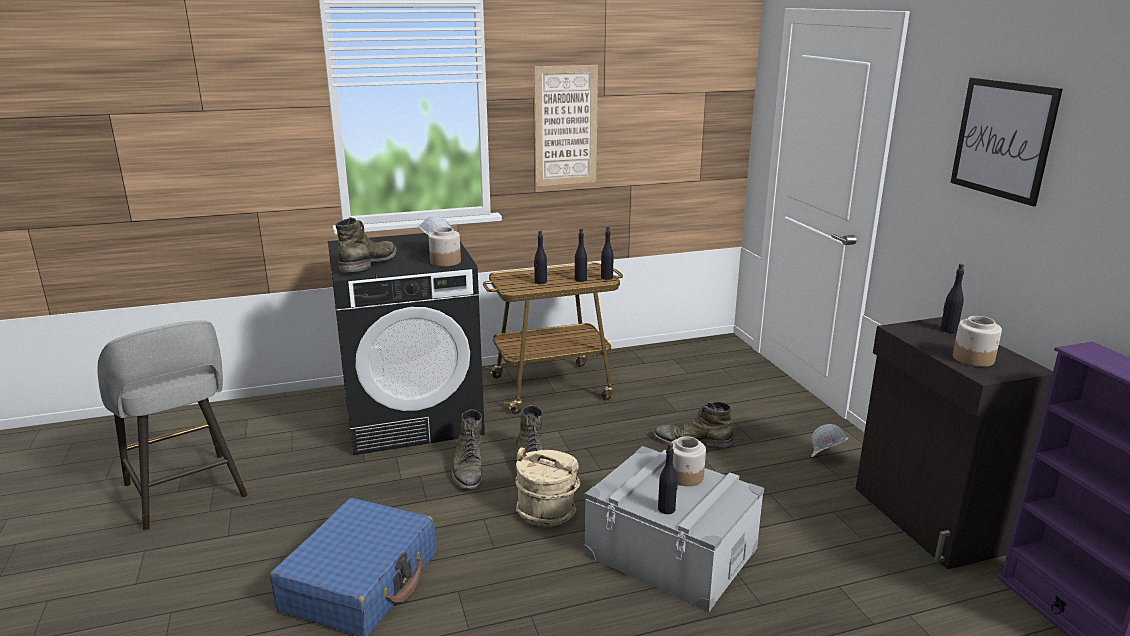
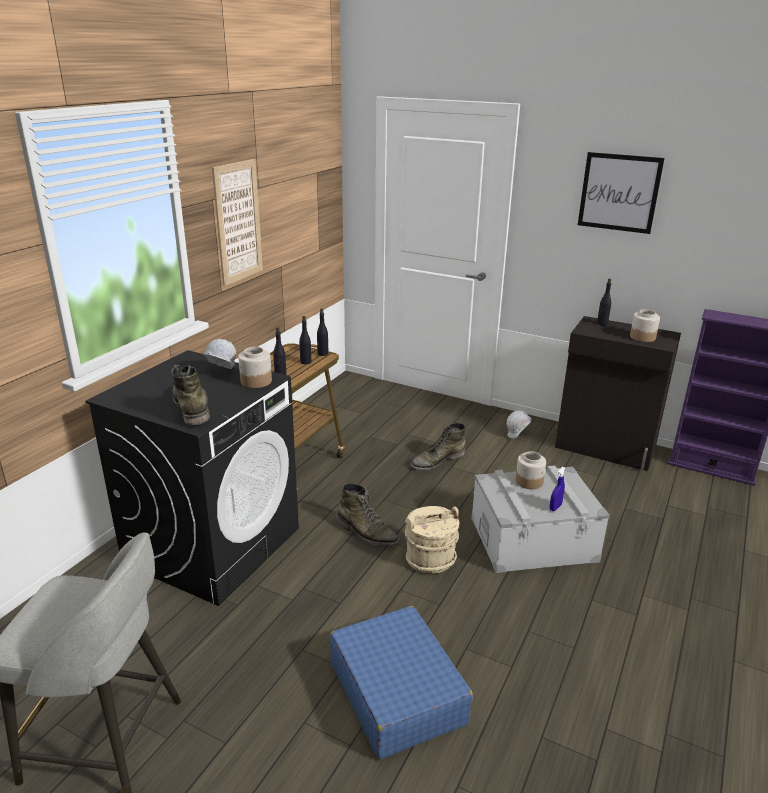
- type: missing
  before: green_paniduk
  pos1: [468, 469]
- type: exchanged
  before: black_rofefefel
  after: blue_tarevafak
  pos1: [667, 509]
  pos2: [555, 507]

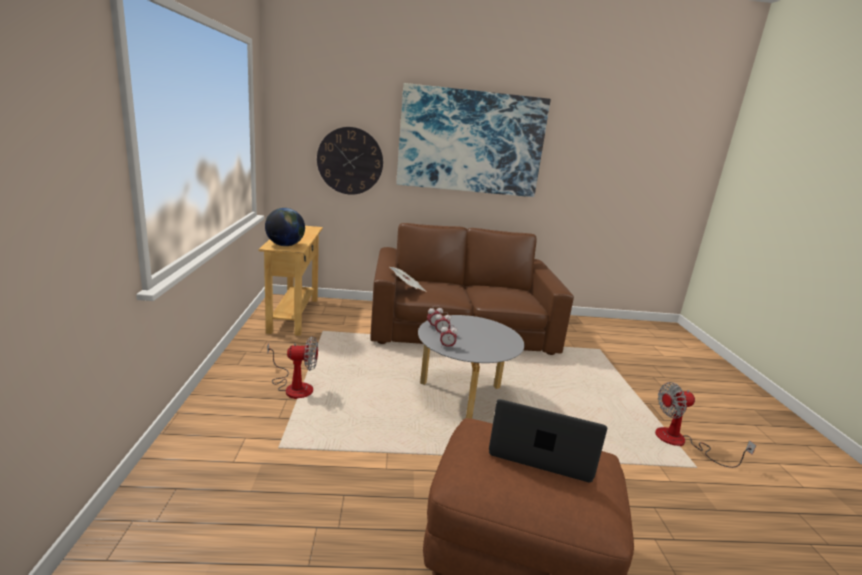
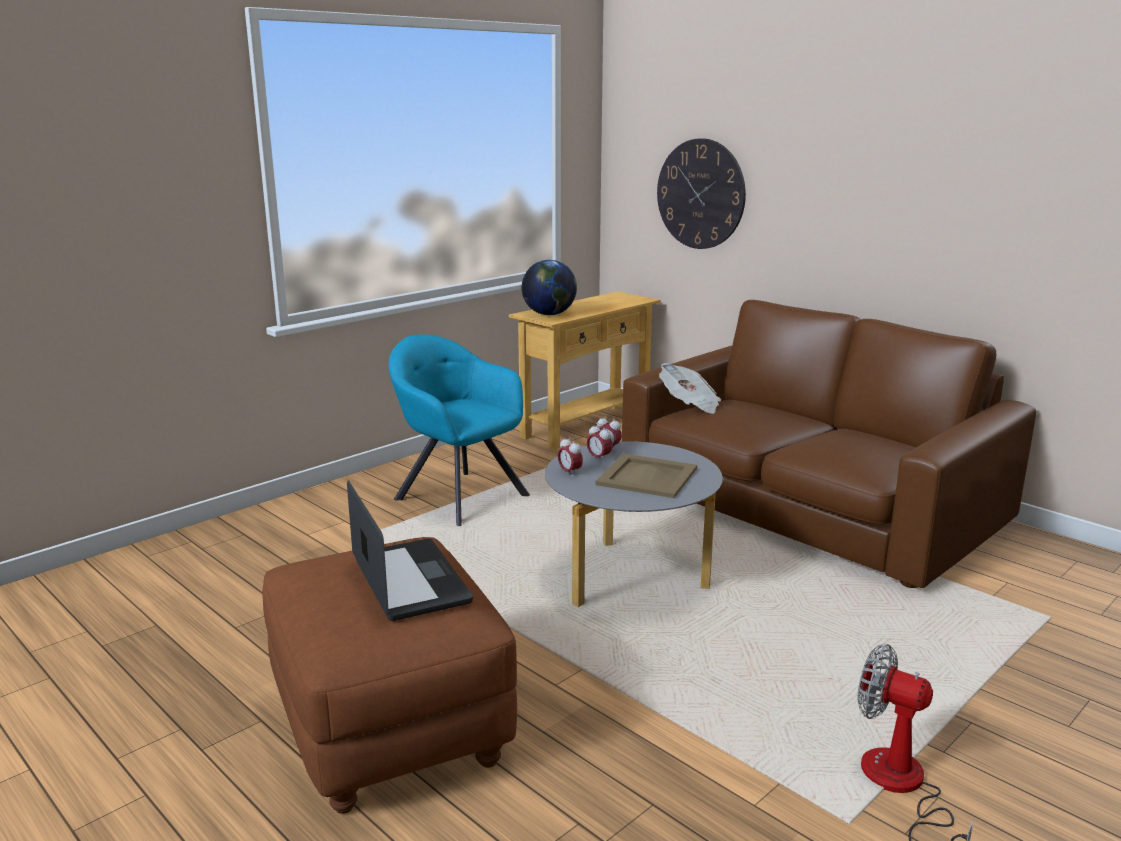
- type: missing
  before: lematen
  pos1: [471, 142]
- type: exchanged
  before: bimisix
  after: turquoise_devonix
  pos1: [294, 387]
  pos2: [458, 496]
- type: appeared
  after: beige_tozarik
  pos2: [648, 476]

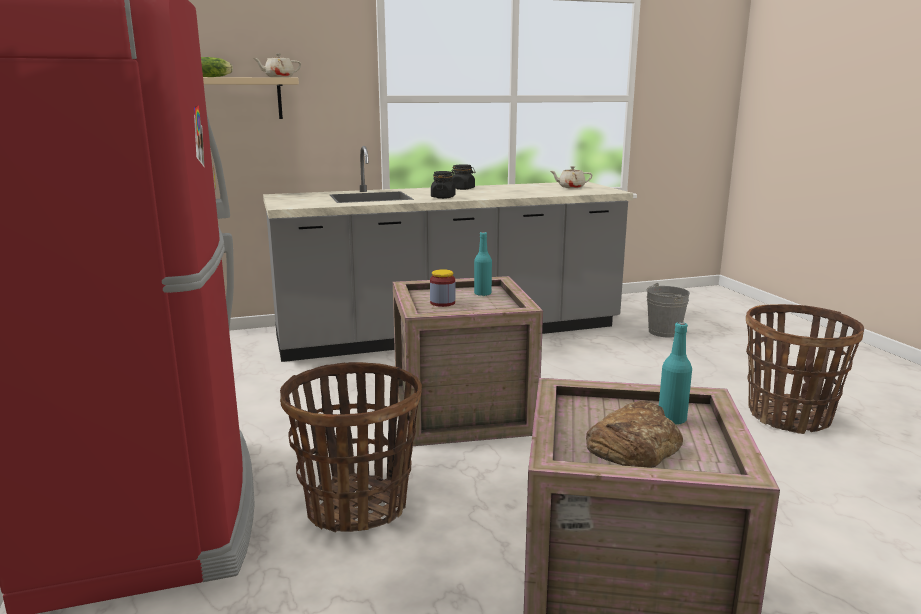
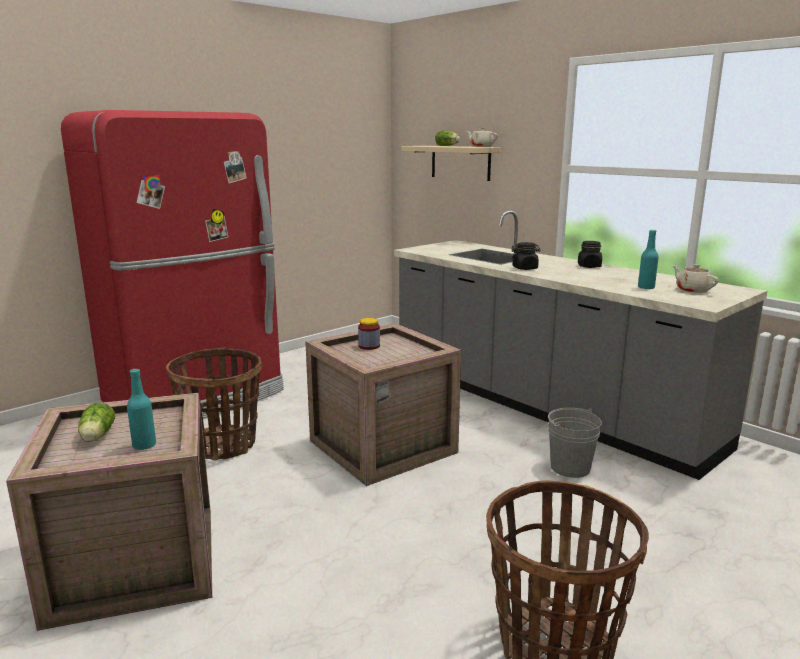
- type: relocated
  before: turquoise_rofefefel
  pos1: [482, 294]
  pos2: [646, 288]
- type: relocated
  before: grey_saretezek
  pos1: [664, 332]
  pos2: [570, 467]
- type: exchanged
  before: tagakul
  after: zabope
  pos1: [633, 445]
  pos2: [96, 437]

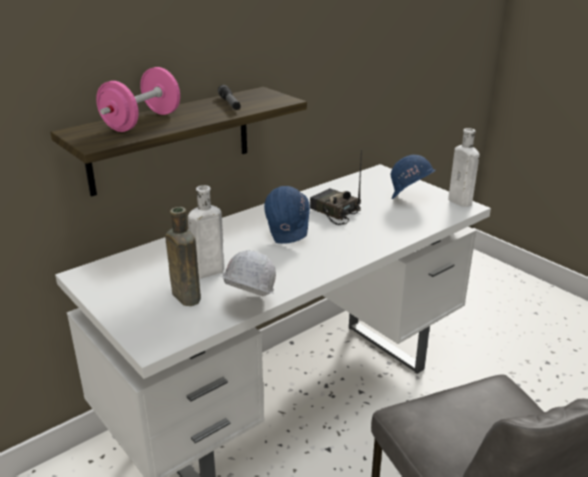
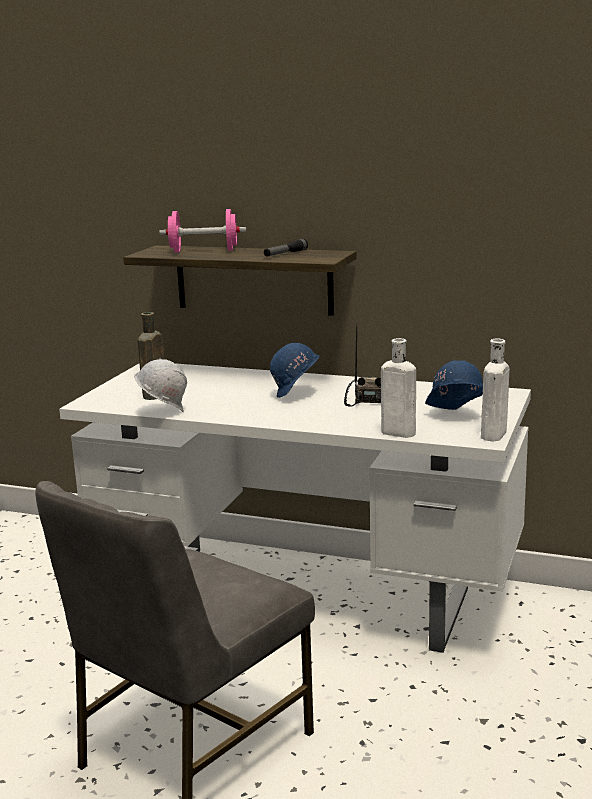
- type: relocated
  before: white_rofefefel
  pos1: [206, 272]
  pos2: [396, 432]

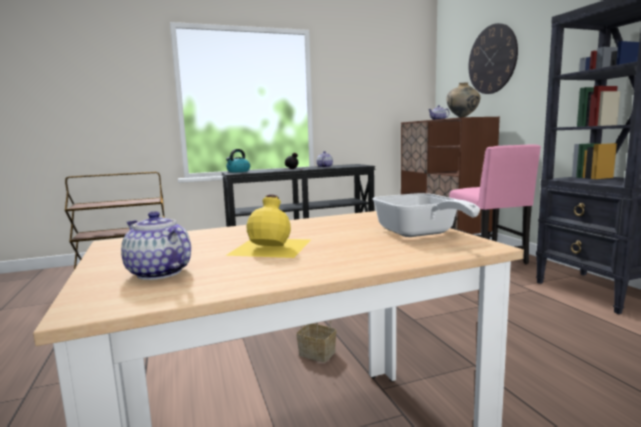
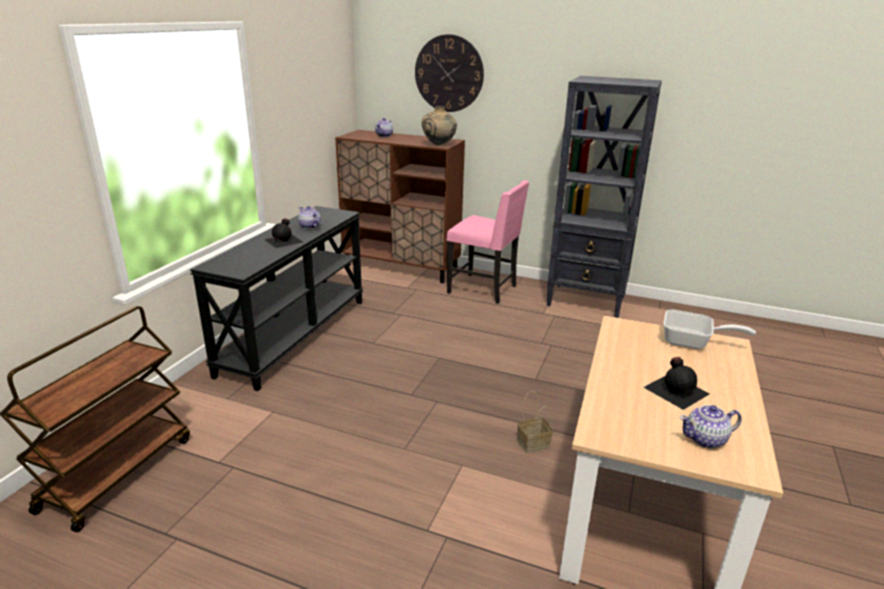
- type: missing
  before: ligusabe
  pos1: [238, 171]
- type: colour
  before: yellow_rofefefel
  after: black_rofefefel
  pos1: [272, 246]
  pos2: [676, 389]

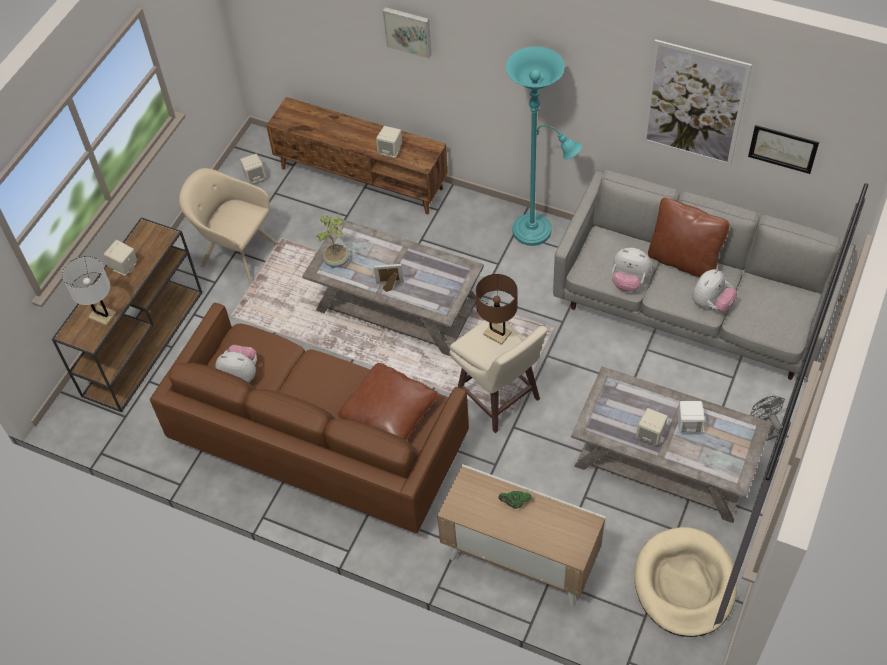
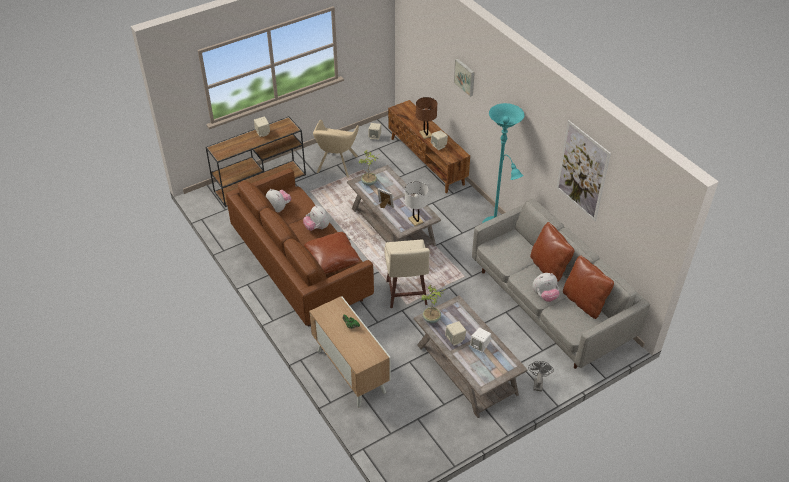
- type: missing
  before: lematen
  pos1: [783, 148]
- type: spun
  before: beige_devonix
  pos1: [236, 253]
  pos2: [336, 165]
  turn: -135
- type: relocated
  before: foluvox
  pos1: [629, 281]
  pos2: [317, 227]
- type: relocated
  before: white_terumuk
  pos1: [102, 316]
  pos2: [415, 220]
- type: relocated
  before: brown_terumuk
  pos1: [497, 333]
  pos2: [425, 134]
- type: missing
  before: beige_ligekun
  pos1: [684, 584]
- type: appeared
  after: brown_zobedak
  pos2: [584, 302]
- type: appeared
  after: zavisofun
  pos2: [432, 319]

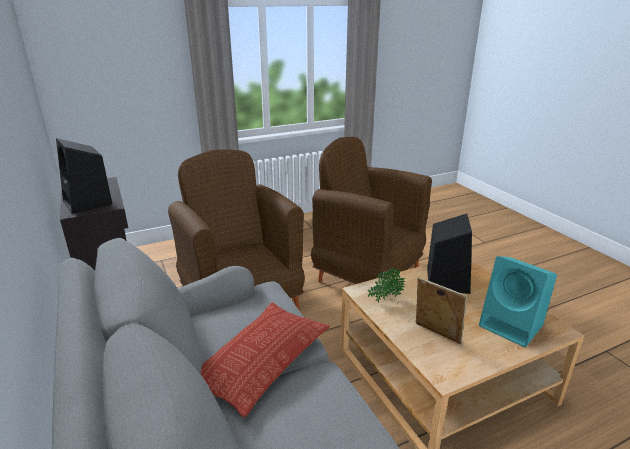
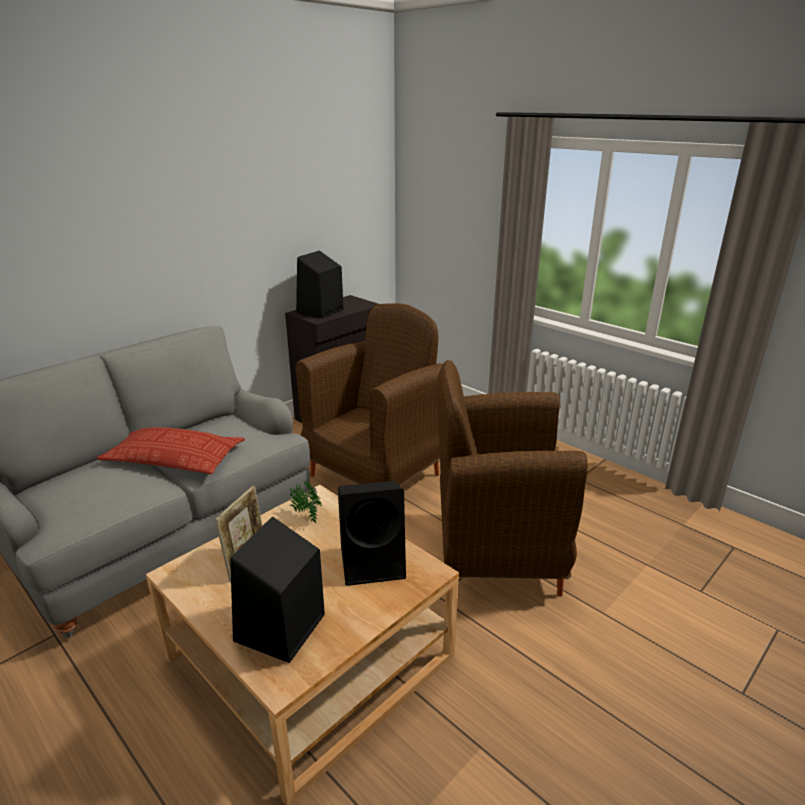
- type: spun
  before: brown_devonix
  pos1: [367, 275]
  pos2: [495, 552]
  turn: -105
- type: colour
  before: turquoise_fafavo
  after: black_fafavo
  pos1: [512, 326]
  pos2: [279, 629]

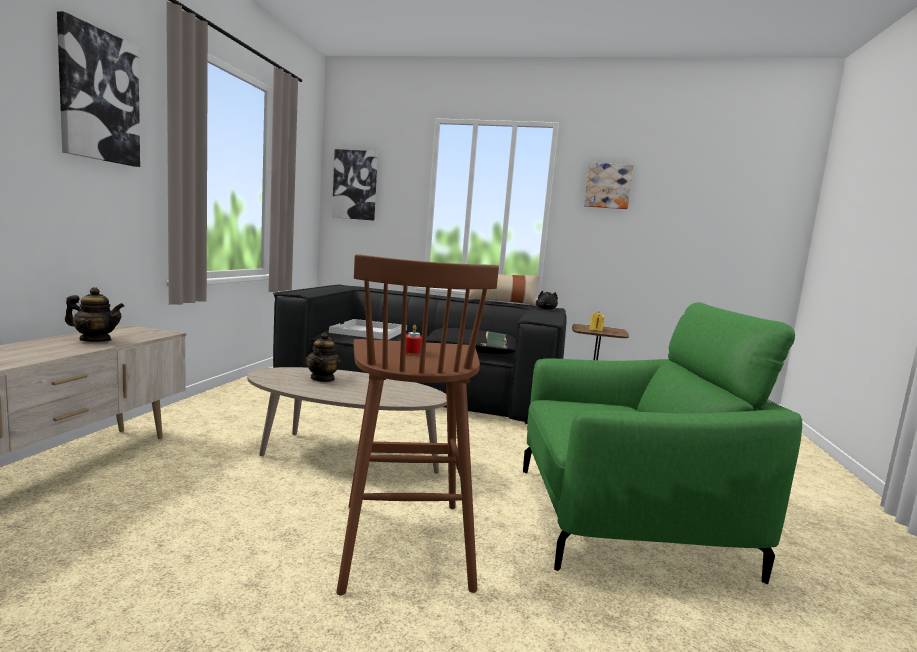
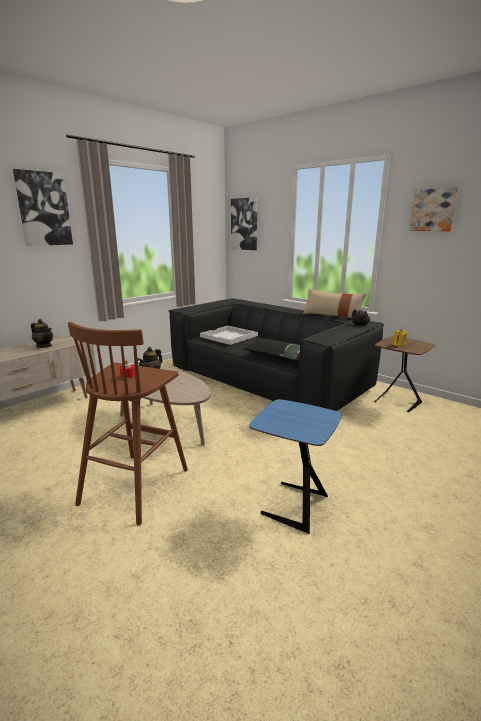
- type: exchanged
  before: green_devonix
  after: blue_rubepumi
  pos1: [623, 518]
  pos2: [292, 505]

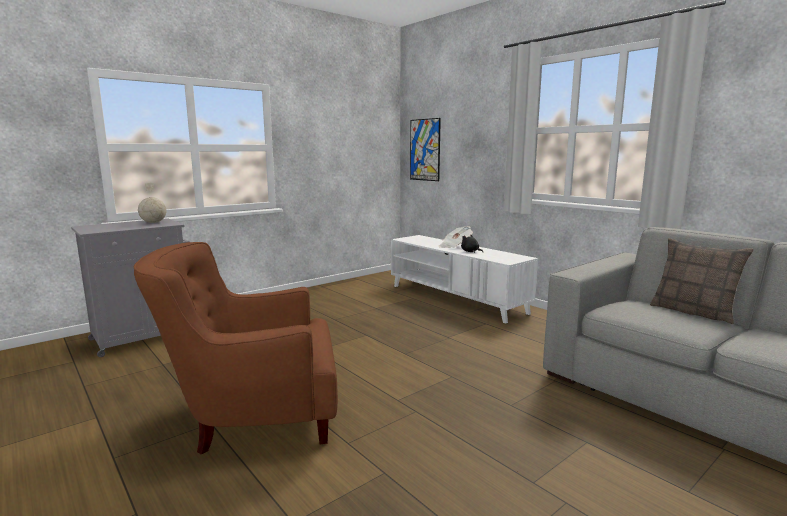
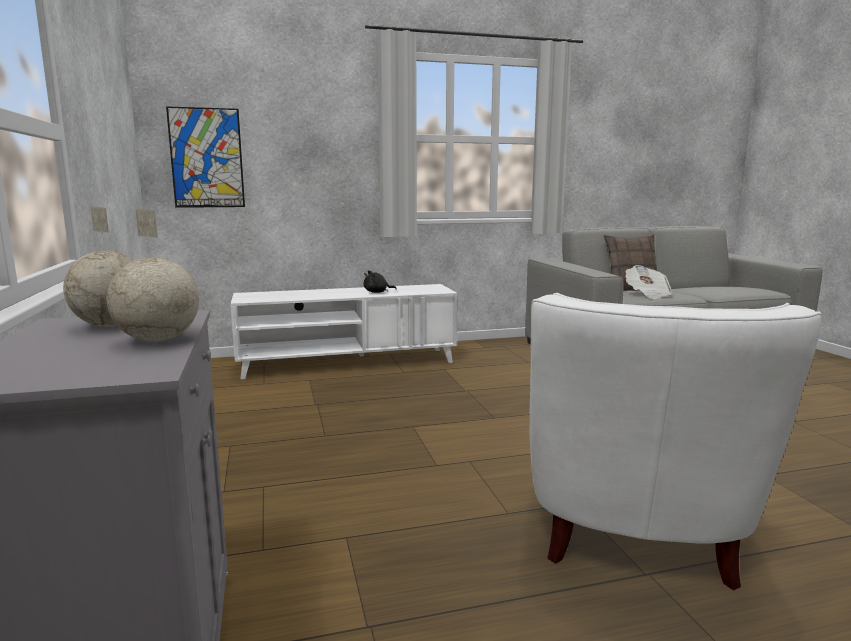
- type: relocated
  before: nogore
  pos1: [454, 246]
  pos2: [647, 294]
- type: colour
  before: brown_devonix
  after: white_devonix
  pos1: [254, 416]
  pos2: [633, 535]
- type: appeared
  after: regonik
  pos2: [158, 340]

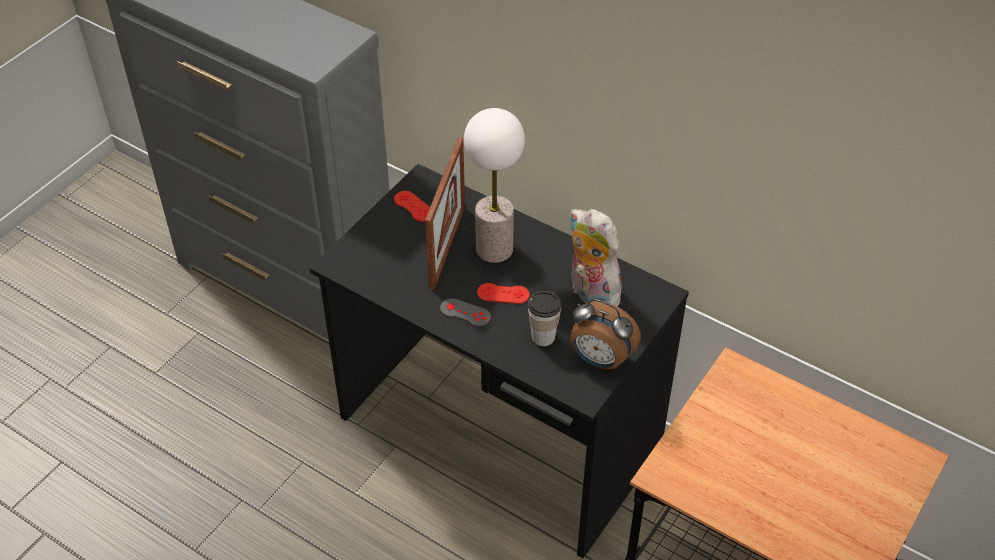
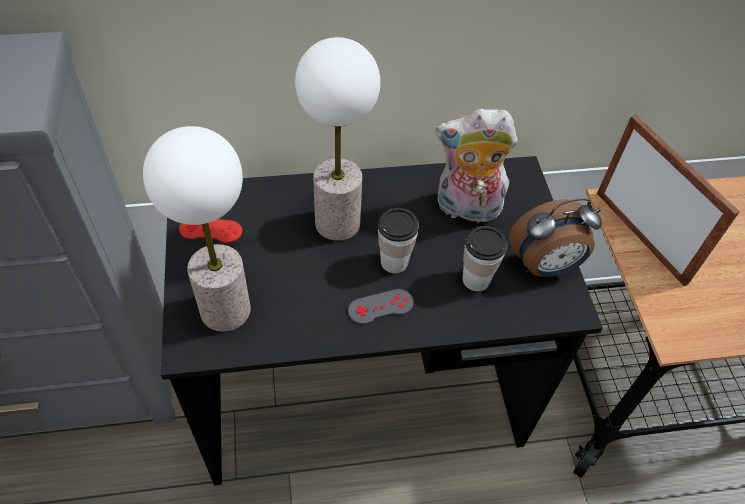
- type: relocated
  before: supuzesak
  pos1: [447, 247]
  pos2: [640, 236]
- type: exchanged
  before: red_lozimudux
  after: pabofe
  pos1: [503, 294]
  pos2: [394, 262]
- type: appeared
  after: terumuk
  pos2: [226, 310]

